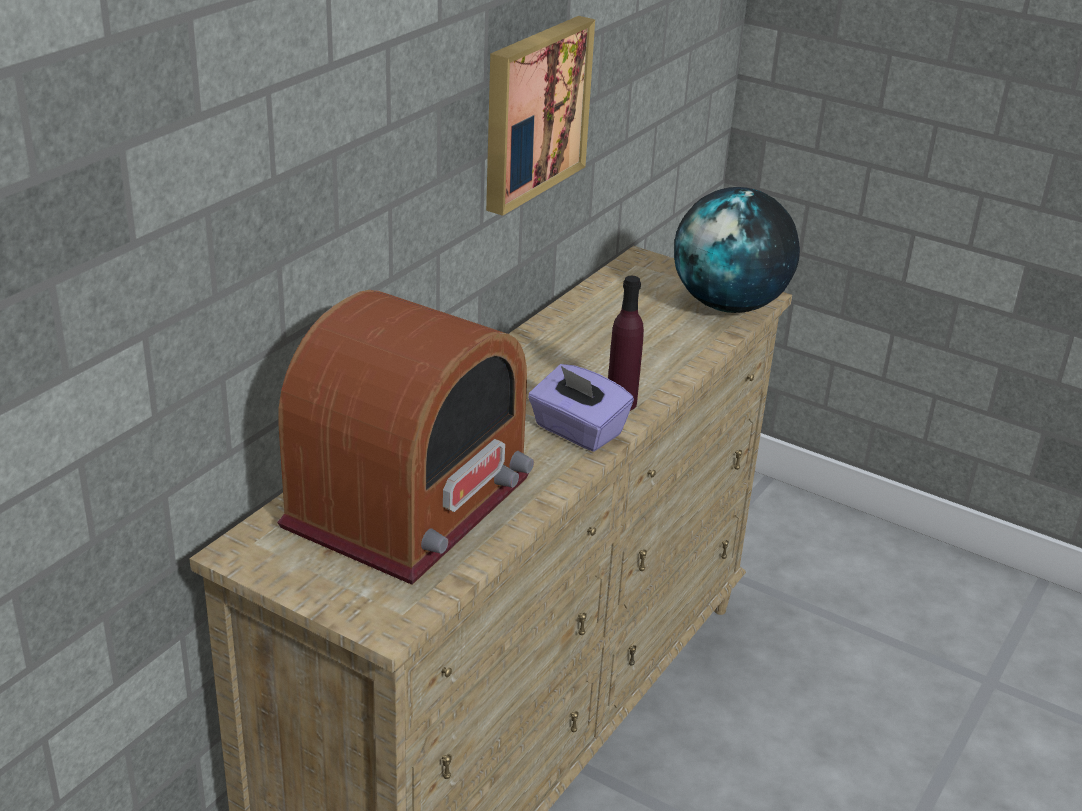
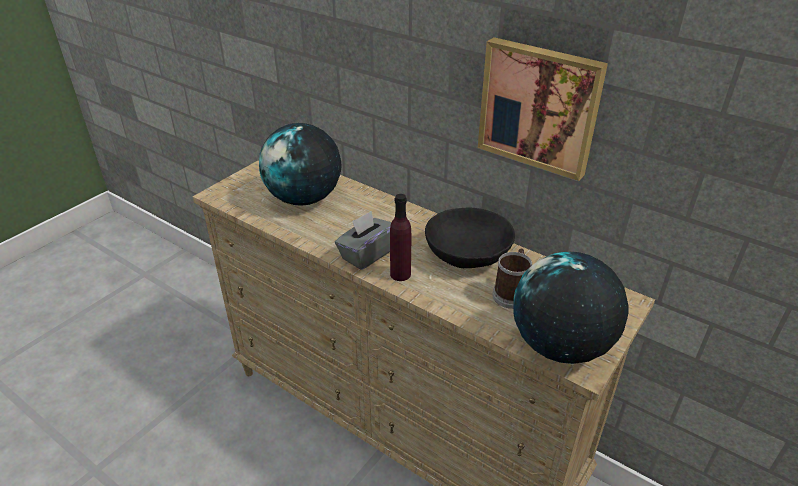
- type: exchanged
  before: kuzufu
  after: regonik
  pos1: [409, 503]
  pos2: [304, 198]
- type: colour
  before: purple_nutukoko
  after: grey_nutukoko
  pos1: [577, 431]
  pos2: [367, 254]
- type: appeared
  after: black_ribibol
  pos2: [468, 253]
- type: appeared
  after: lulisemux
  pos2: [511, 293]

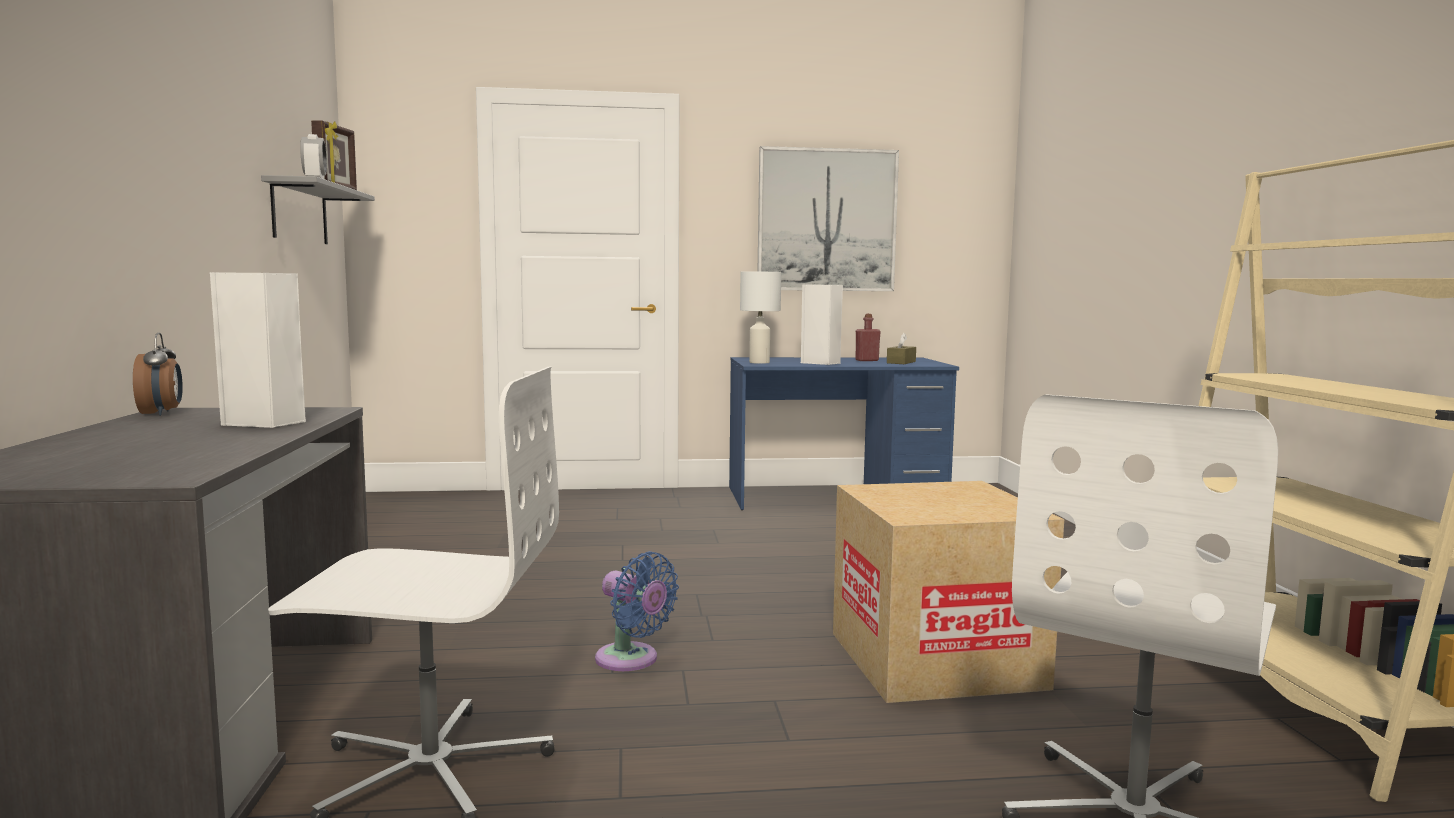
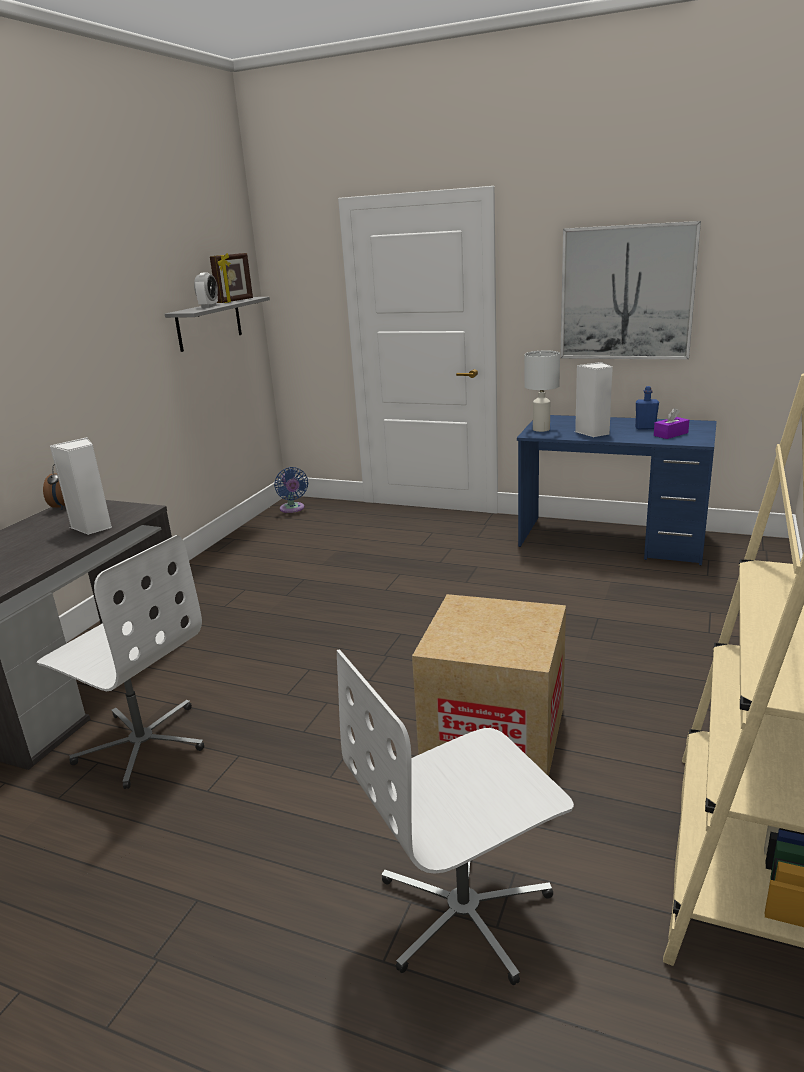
- type: colour
  before: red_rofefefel
  after: blue_rofefefel
  pos1: [867, 360]
  pos2: [645, 428]
- type: colour
  before: brown_nutukoko
  after: purple_nutukoko
  pos1: [901, 362]
  pos2: [670, 434]
- type: relocated
  before: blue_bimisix
  pos1: [631, 660]
  pos2: [292, 509]

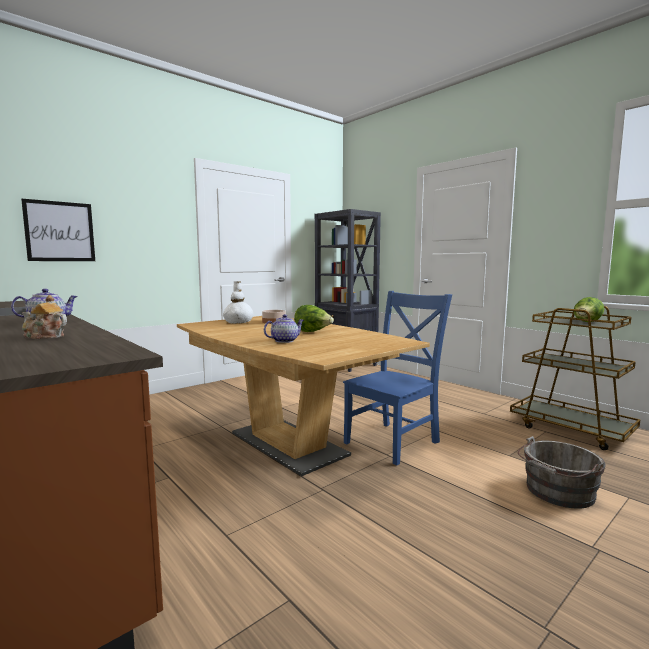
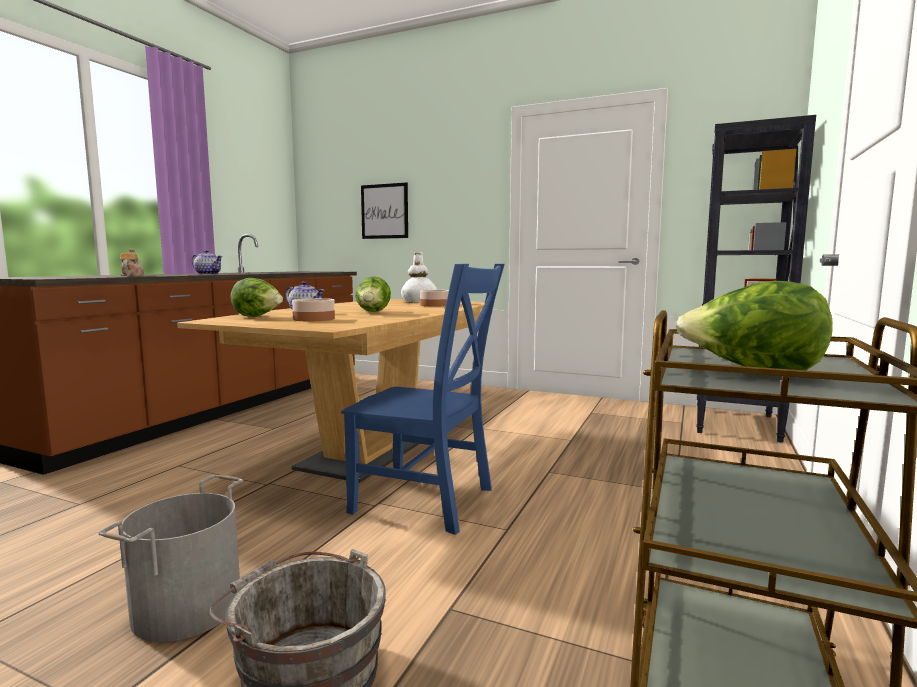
- type: appeared
  after: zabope
  pos2: [258, 317]
- type: appeared
  after: ribibol
  pos2: [314, 319]
- type: appeared
  after: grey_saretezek
  pos2: [186, 607]

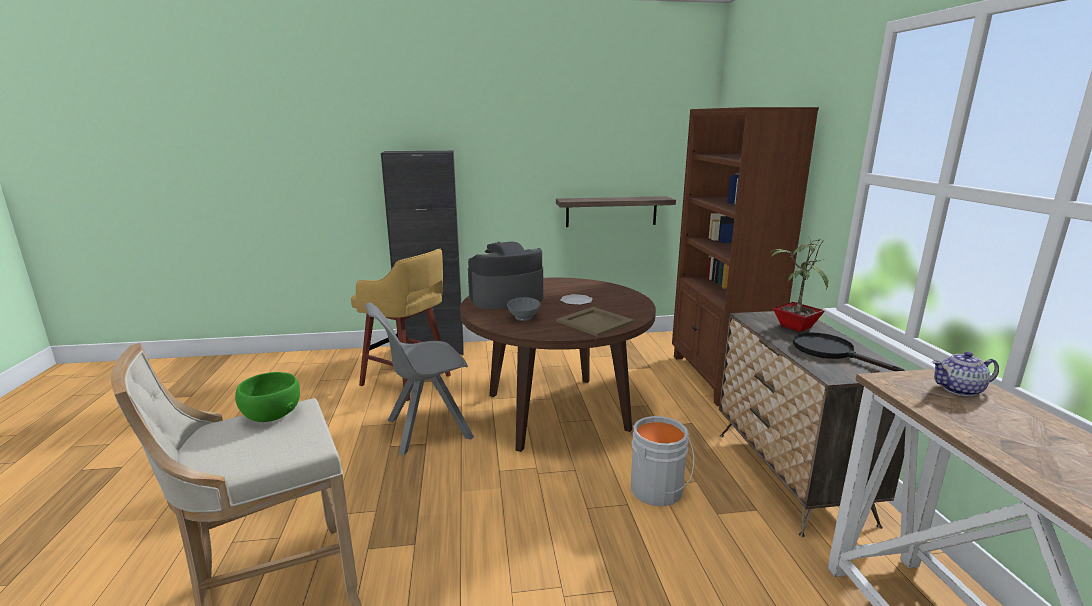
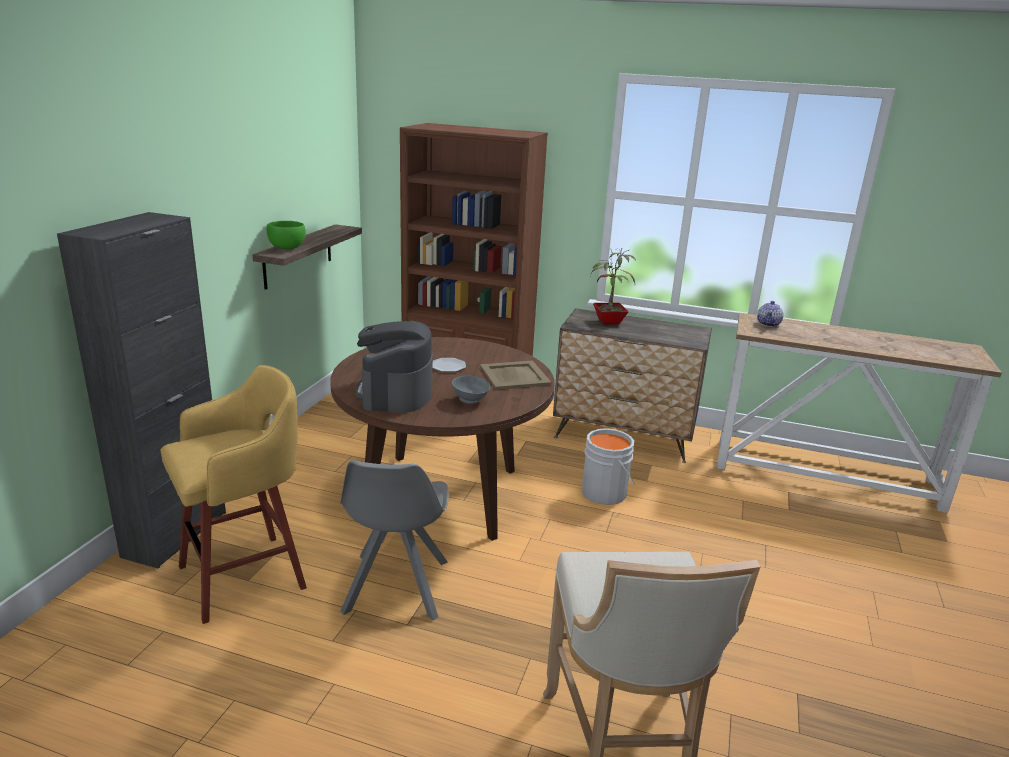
- type: missing
  before: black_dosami
  pos1: [831, 352]
- type: relocated
  before: green_ribibol
  pos1: [271, 416]
  pos2: [287, 248]

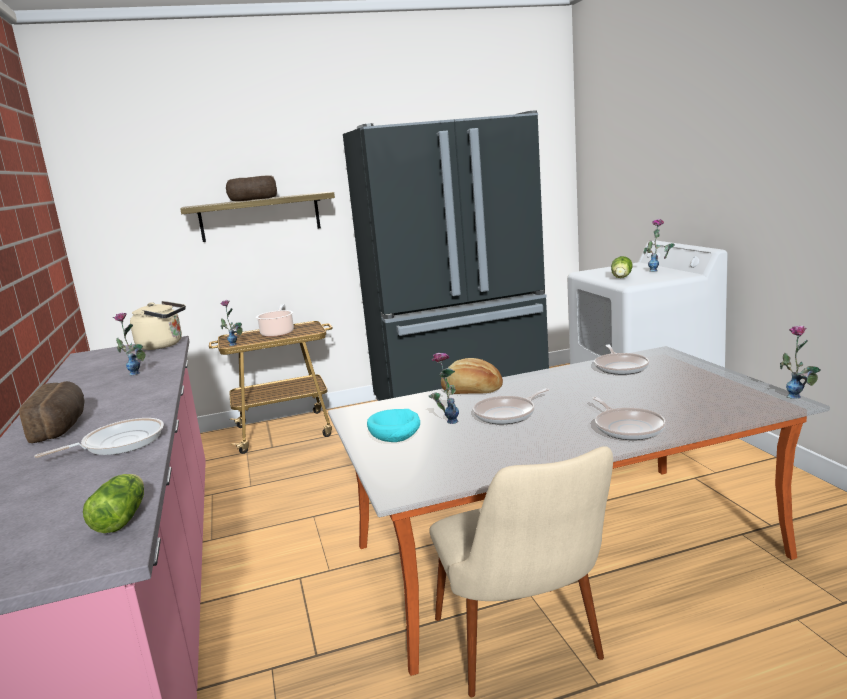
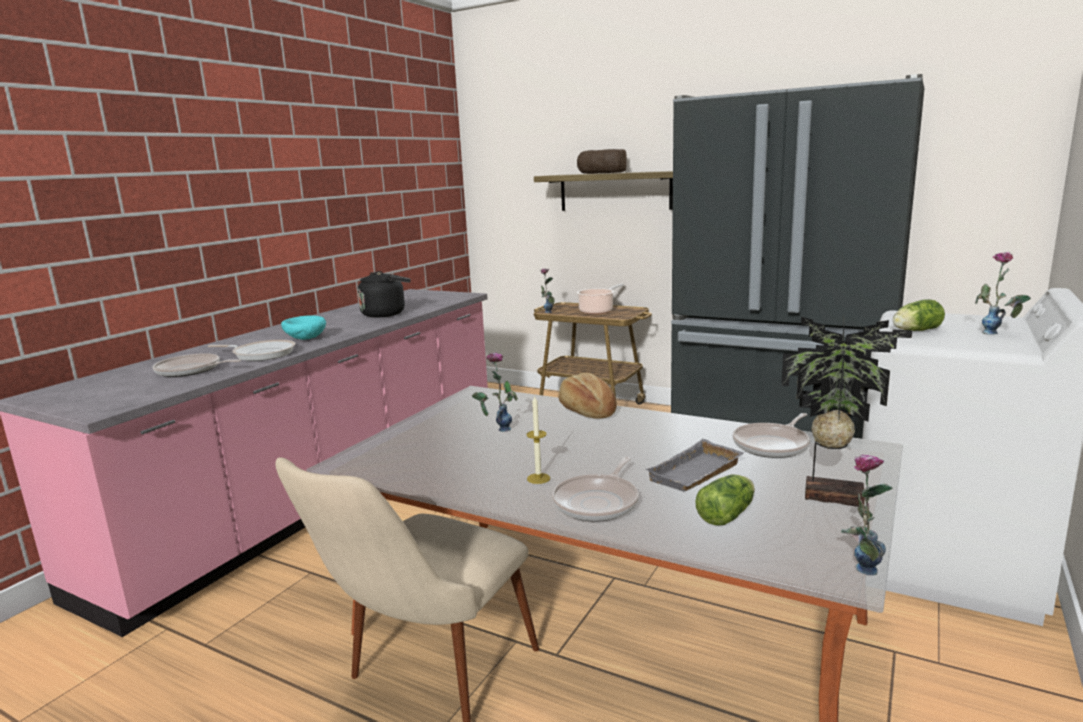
- type: missing
  before: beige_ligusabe
  pos1: [163, 345]
- type: exchanged
  before: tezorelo
  after: black_ligusabe
  pos1: [136, 375]
  pos2: [386, 314]
- type: missing
  before: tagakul
  pos1: [62, 427]
- type: relocated
  before: dosami
  pos1: [507, 414]
  pos2: [191, 370]
- type: relocated
  before: turquoise_ribibol
  pos1: [396, 440]
  pos2: [305, 339]
- type: relocated
  before: zabope
  pos1: [123, 517]
  pos2: [728, 514]
- type: appeared
  after: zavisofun
  pos2: [832, 495]
- type: appeared
  after: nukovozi
  pos2: [538, 478]
- type: appeared
  after: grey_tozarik
  pos2: [697, 474]

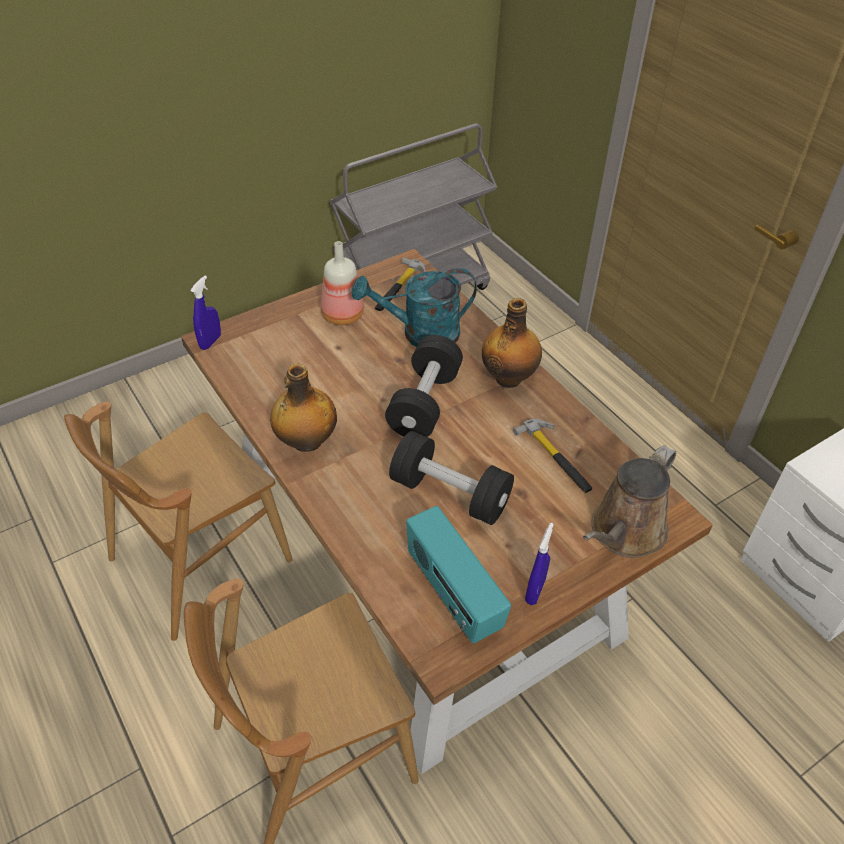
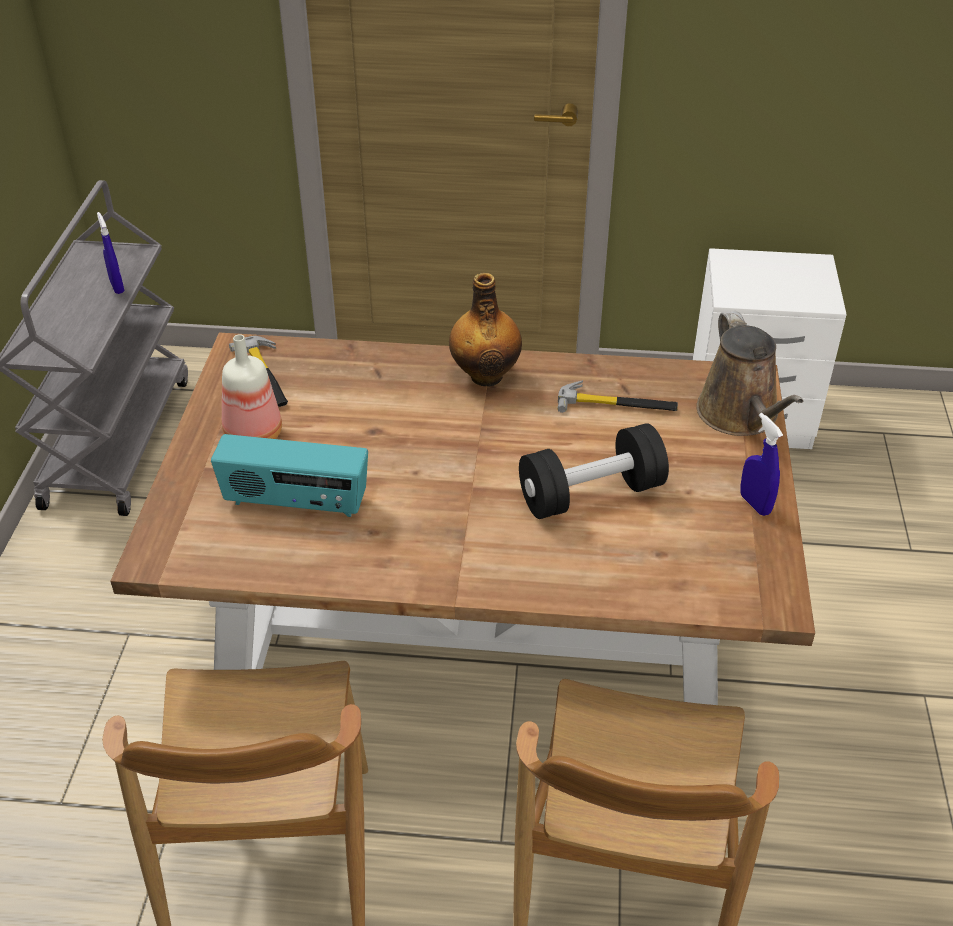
- type: missing
  before: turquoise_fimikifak
  pos1: [420, 334]
- type: relocated
  before: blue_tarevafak
  pos1: [210, 342]
  pos2: [117, 287]
- type: missing
  before: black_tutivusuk
  pos1: [424, 403]
- type: missing
  before: rofefefel
  pos1: [306, 442]
- type: relocated
  before: kuzufu
  pos1: [452, 594]
  pos2: [295, 503]

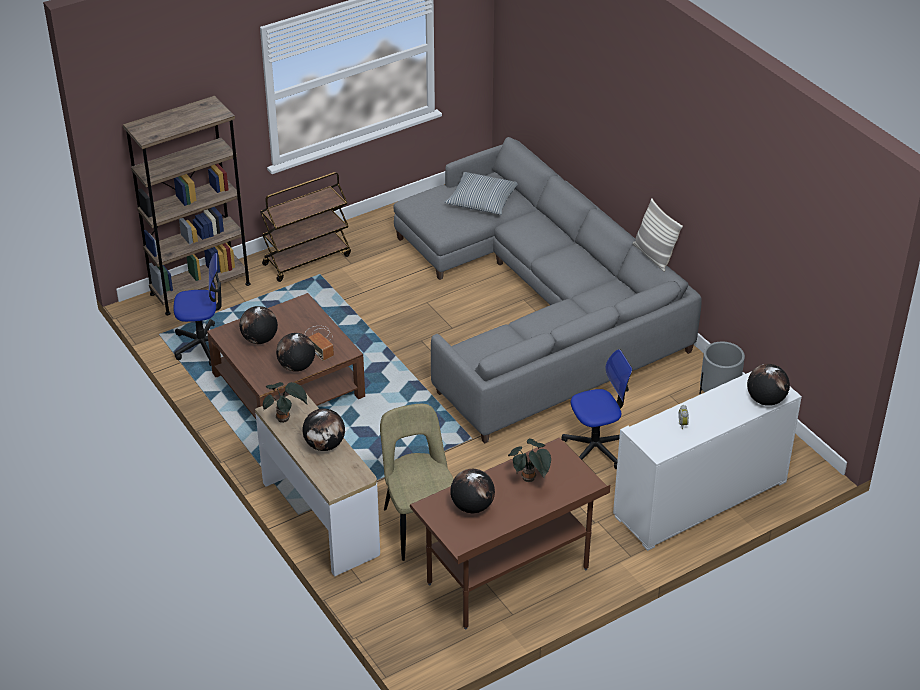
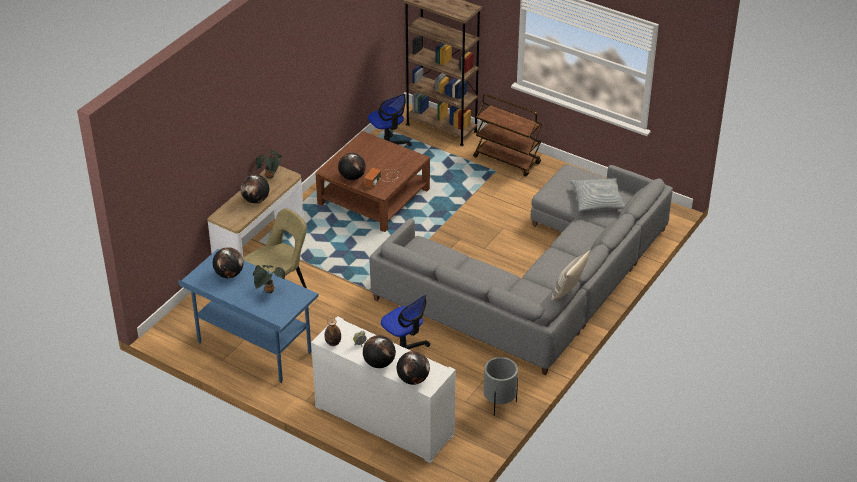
- type: relocated
  before: regonik
  pos1: [259, 340]
  pos2: [379, 363]
- type: colour
  before: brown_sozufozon
  after: blue_sozufozon
  pos1: [508, 577]
  pos2: [254, 348]
- type: appeared
  after: rofefefel
  pos2: [333, 343]

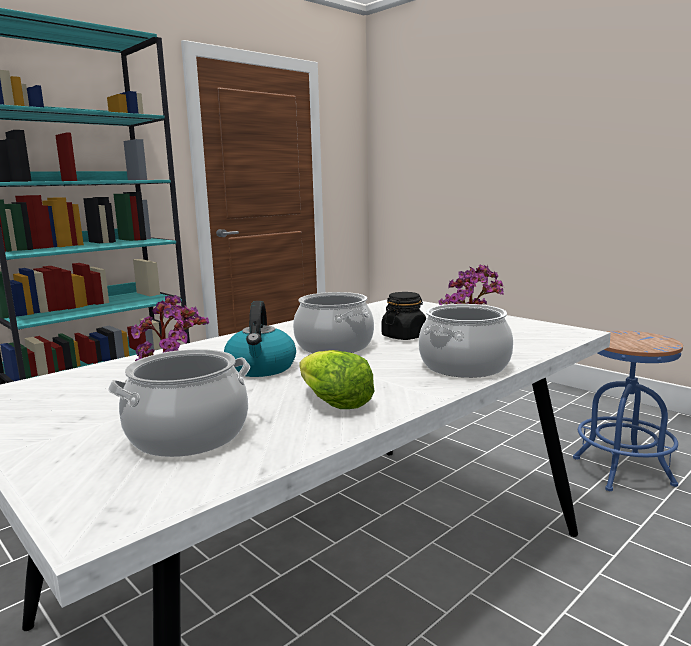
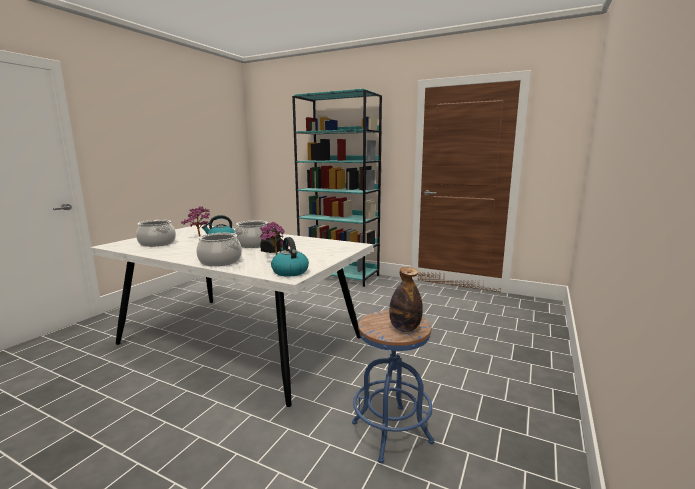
- type: missing
  before: zabope
  pos1: [332, 402]
- type: appeared
  after: ligusabe
  pos2: [289, 271]
- type: appeared
  after: rofefefel
  pos2: [405, 328]

